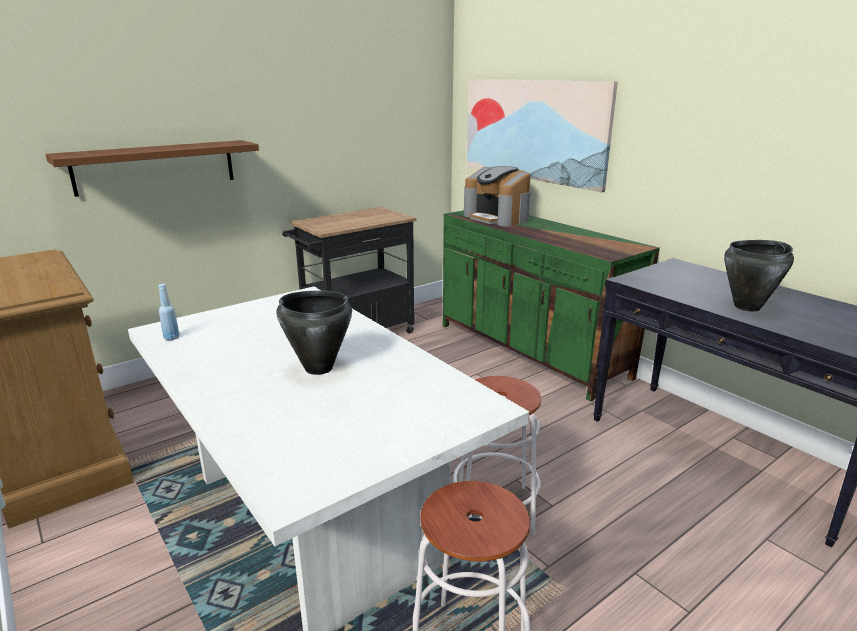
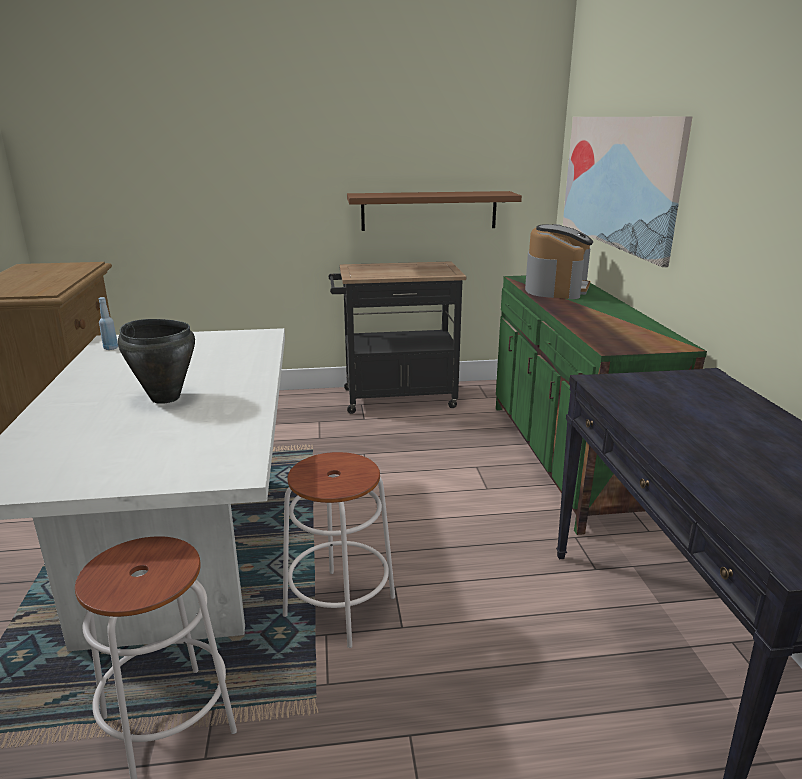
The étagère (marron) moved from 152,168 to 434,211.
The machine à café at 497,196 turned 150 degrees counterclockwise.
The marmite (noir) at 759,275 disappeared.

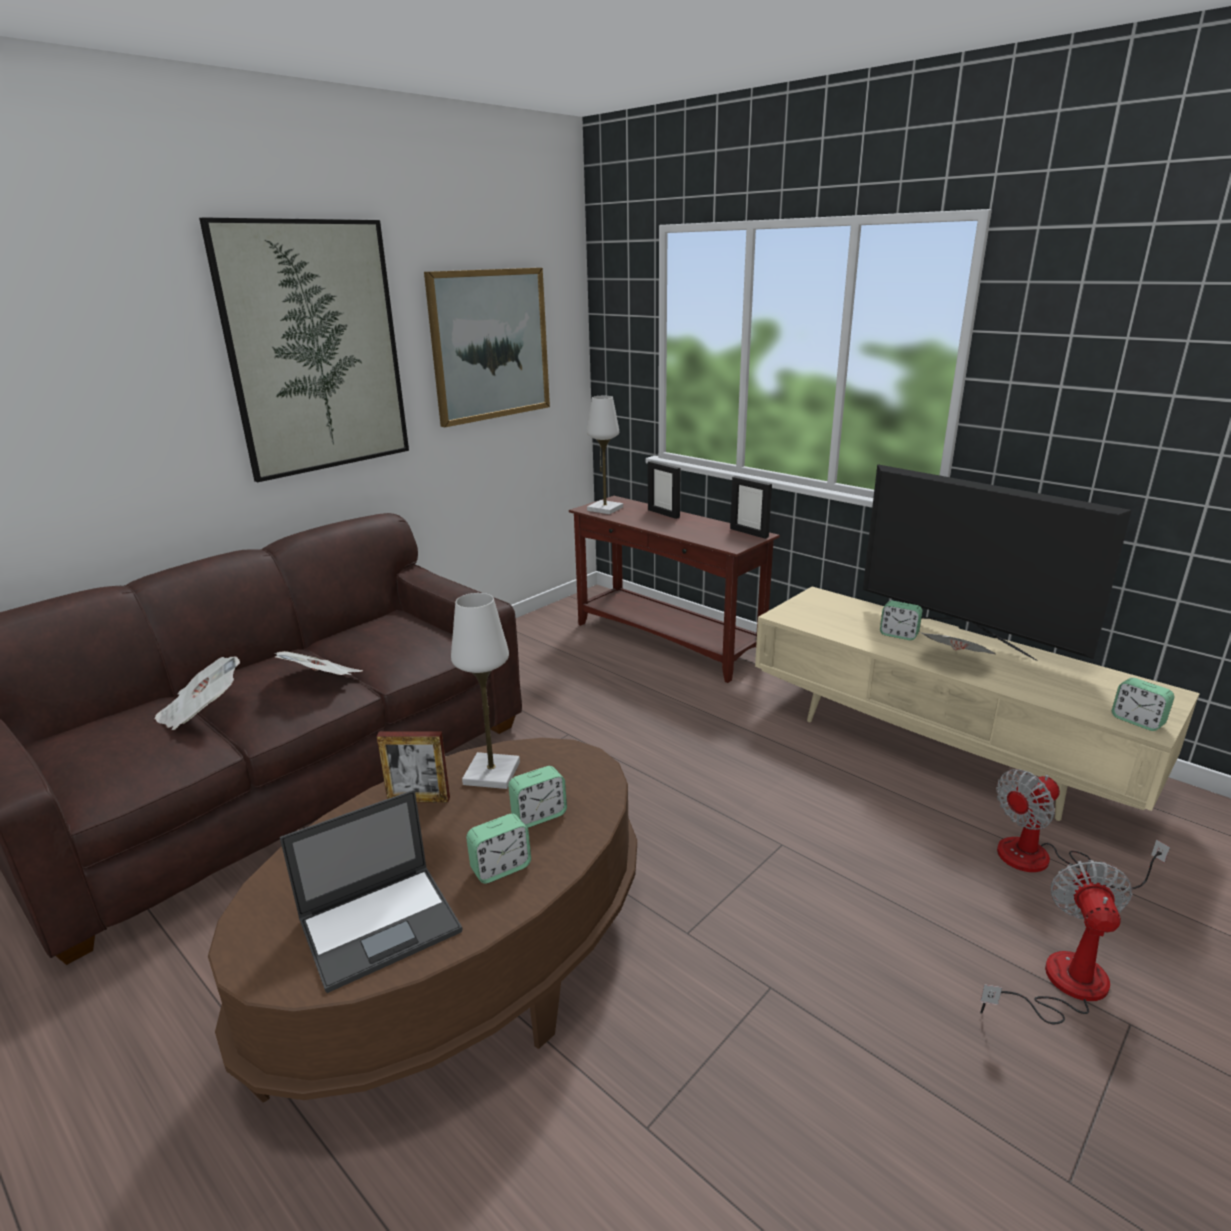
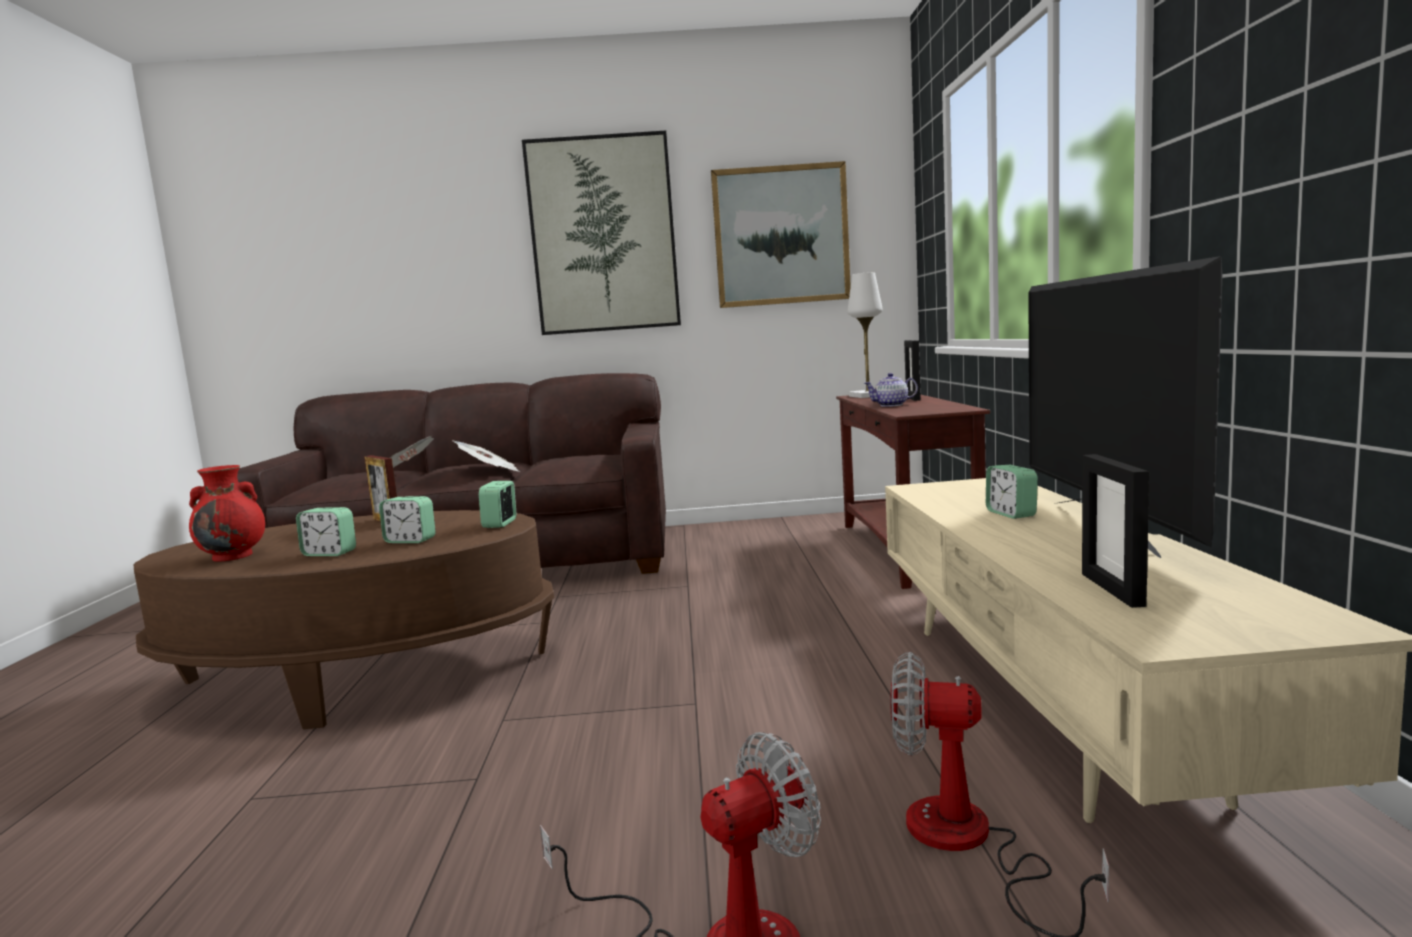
The ordinateur portable at 371,891 was replaced by the vase (rouge) at 227,513.
The lampe de table (blanc) at 485,691 disappeared.
The cadre photo moved from 751,507 to 1115,531.
The journal at 957,643 disappeared.
The réveil moved from 1143,704 to 497,504.
The théière at 891,390 appeared.

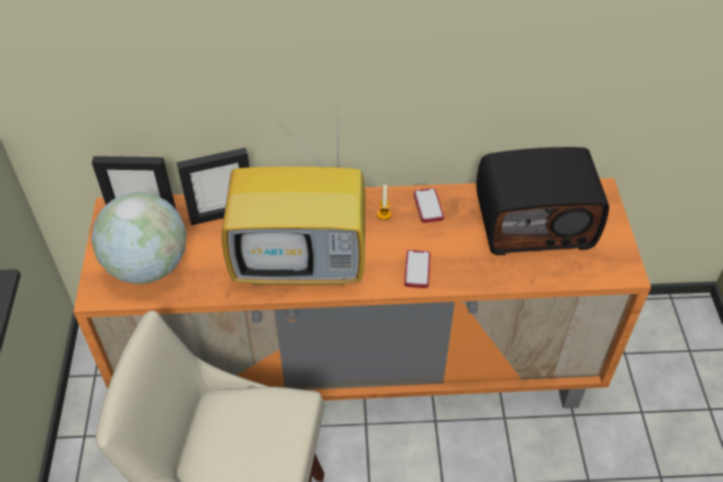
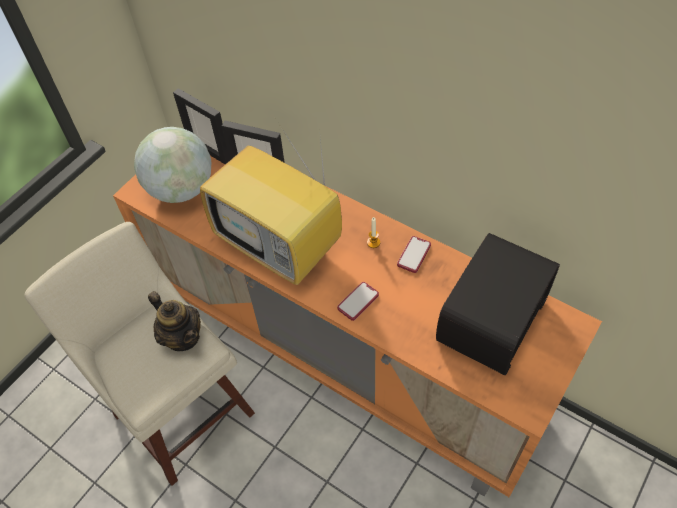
The radio at 542,201 turned 90 degrees counterclockwise.
The théière at 174,321 appeared.

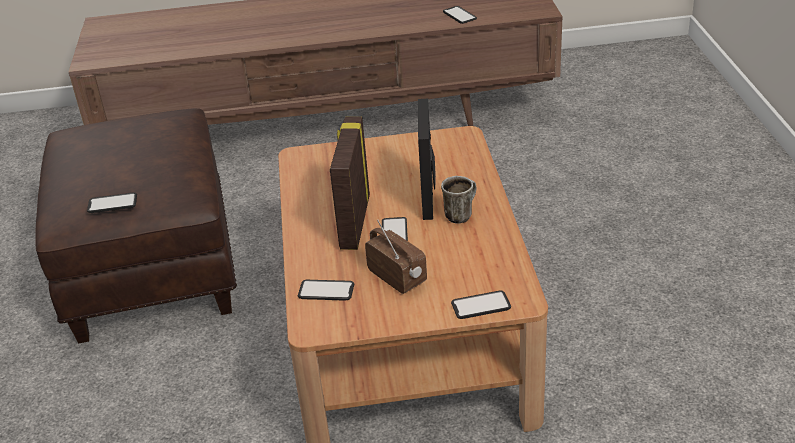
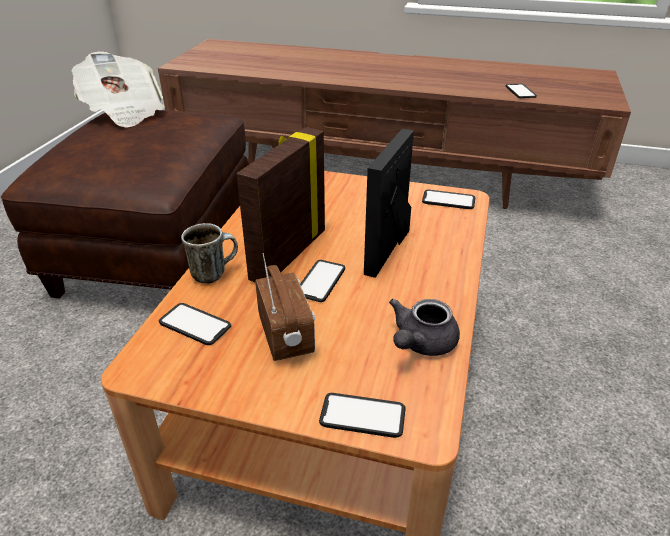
The téléphone moved from 112,202 to 448,199.
The mug moved from 458,199 to 209,253.
The journal at 118,90 appeared.
The théière (gris) at 424,327 appeared.

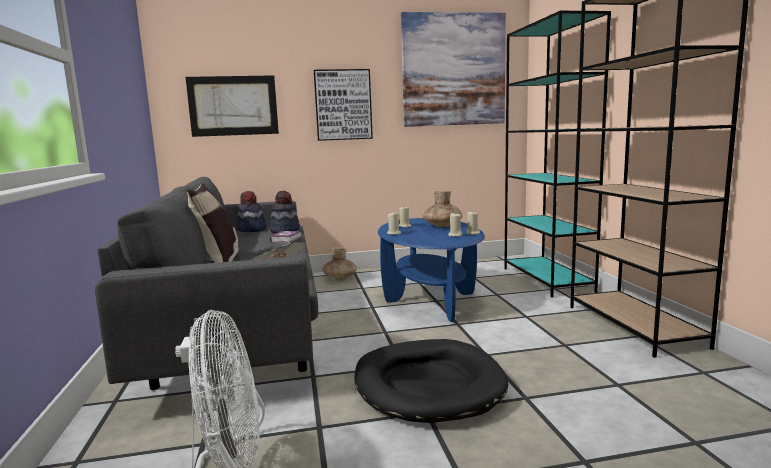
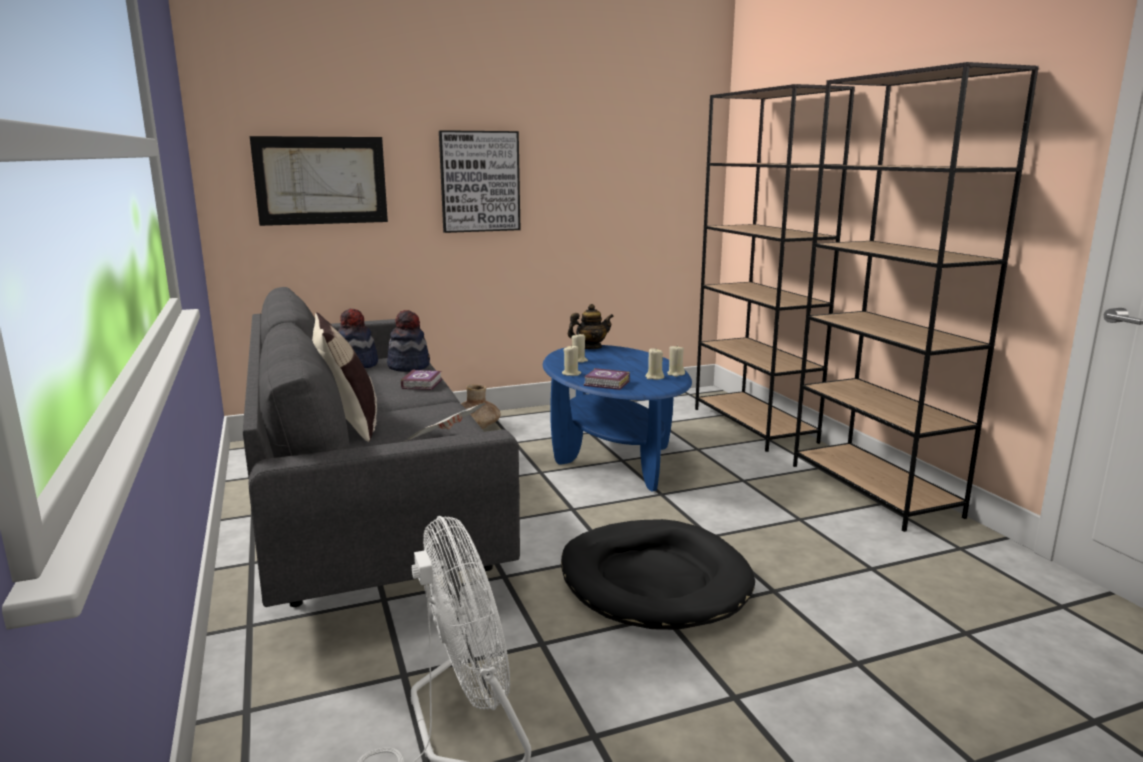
The tableau at 453,69 disappeared.
The vase (marron) at 443,209 disappeared.
The bibliothèque (turquoise) at 557,154 became the bibliothèque (beige) at 775,268.
The théière at 591,326 appeared.
The livre at 606,379 appeared.

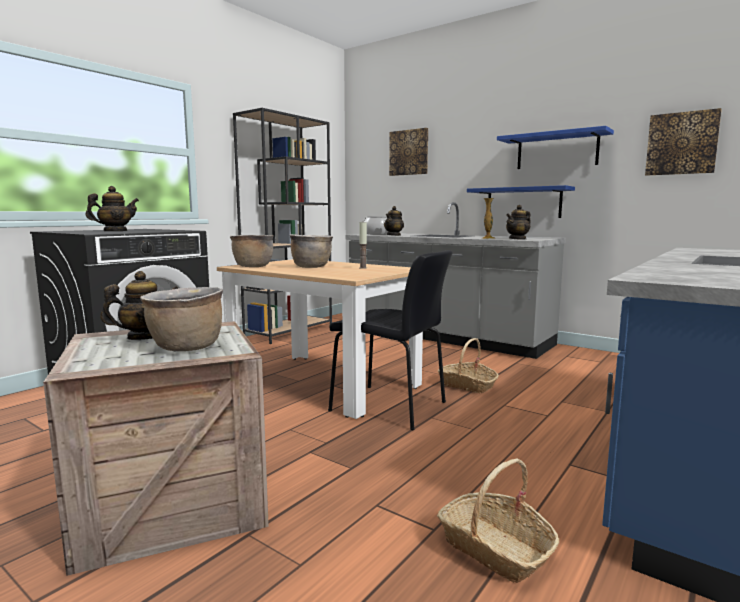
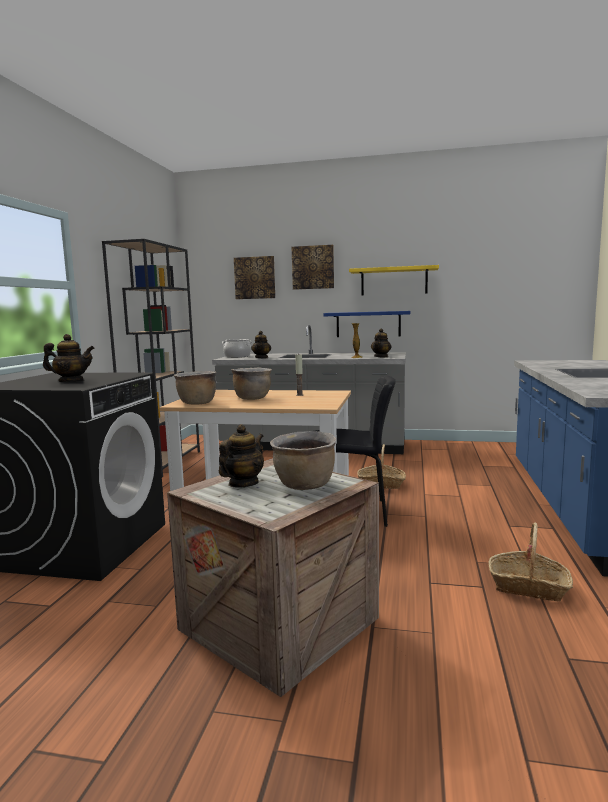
The théière at 112,208 turned 60 degrees clockwise.
The étagère (bleu) at 555,147 became the étagère (jaune) at 394,280.
The tableau moved from 683,142 to 313,267.

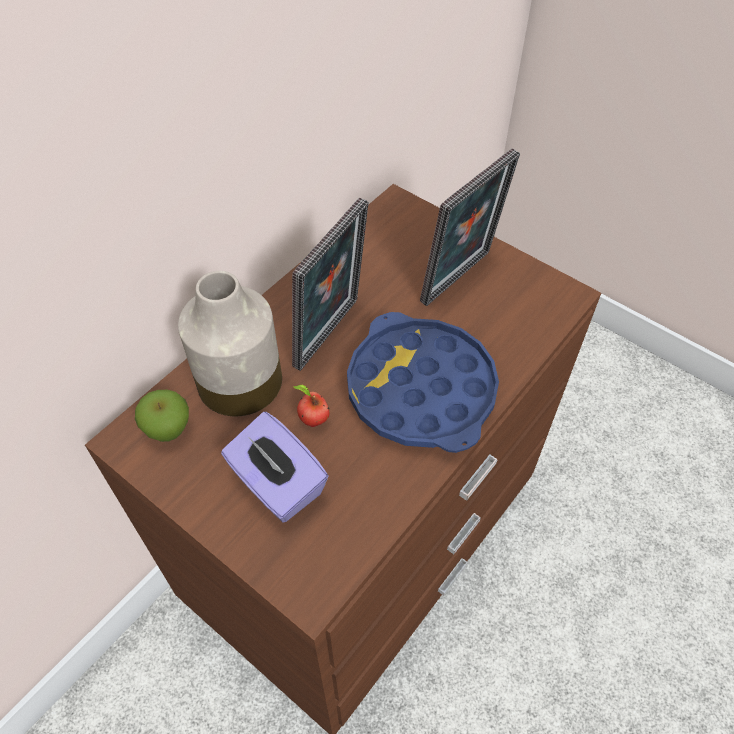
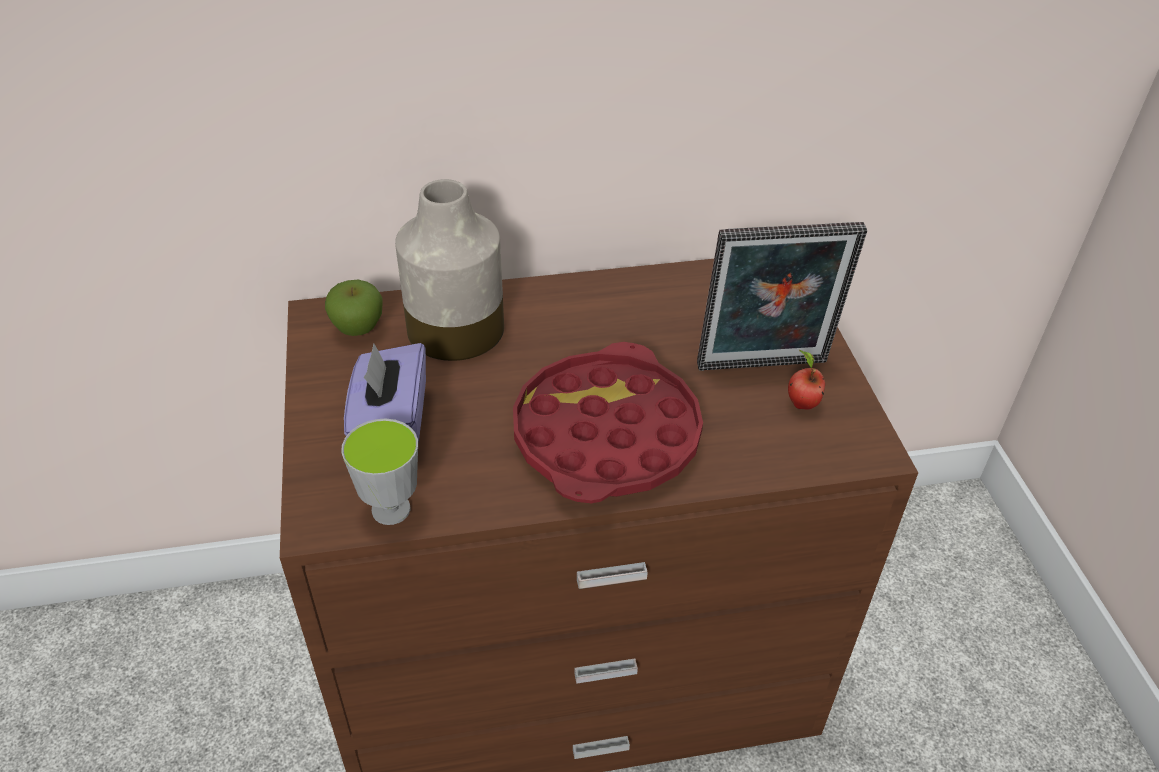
The cadre photo at 330,284 disappeared.
The pomme moved from 311,406 to 806,379.
The plateau (bleu) at 423,382 became the plateau (rouge) at 608,422.
The tasse at 379,472 appeared.

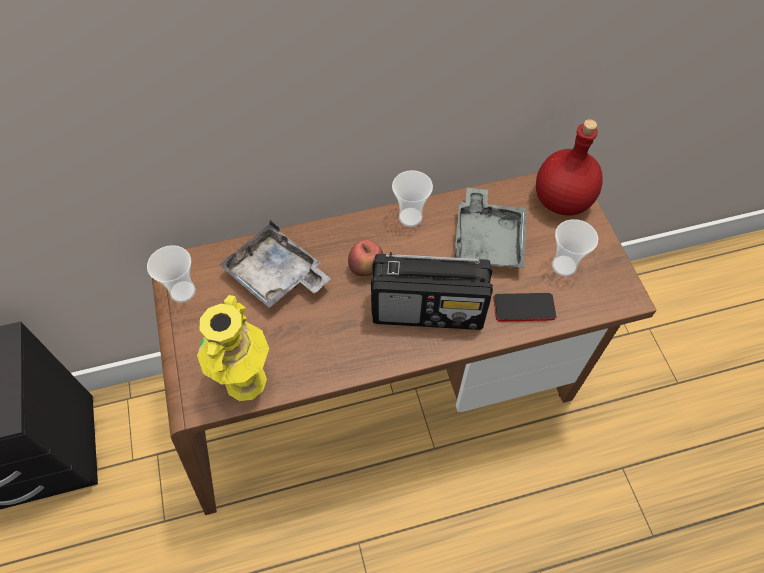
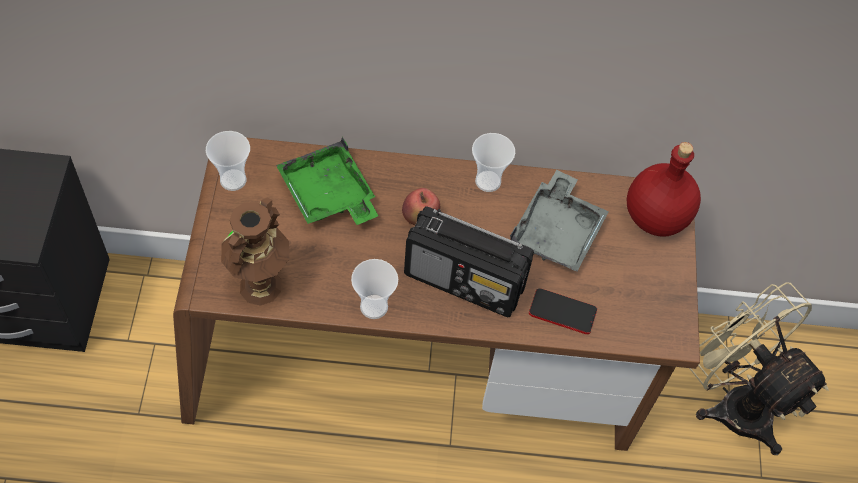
The vase (jaune) at 233,348 became the vase (marron) at 255,251.
The plateau (gris) at 275,264 became the plateau (vert) at 327,181.
The tasse moved from 575,247 to 374,289.
The ventilateur (beige) at 759,368 appeared.

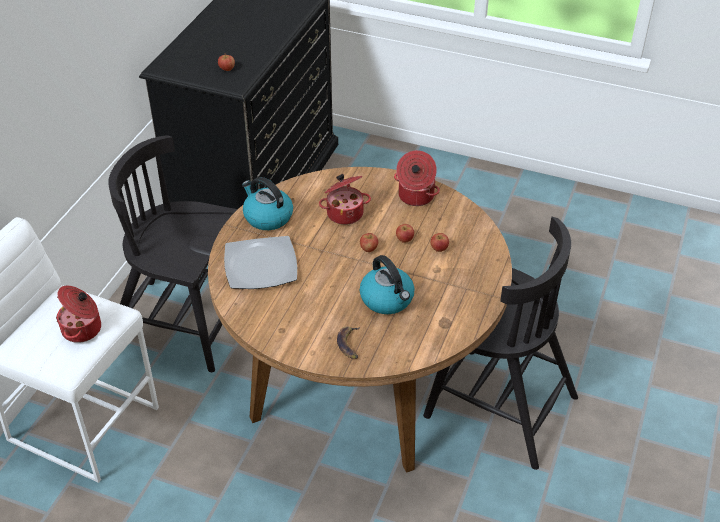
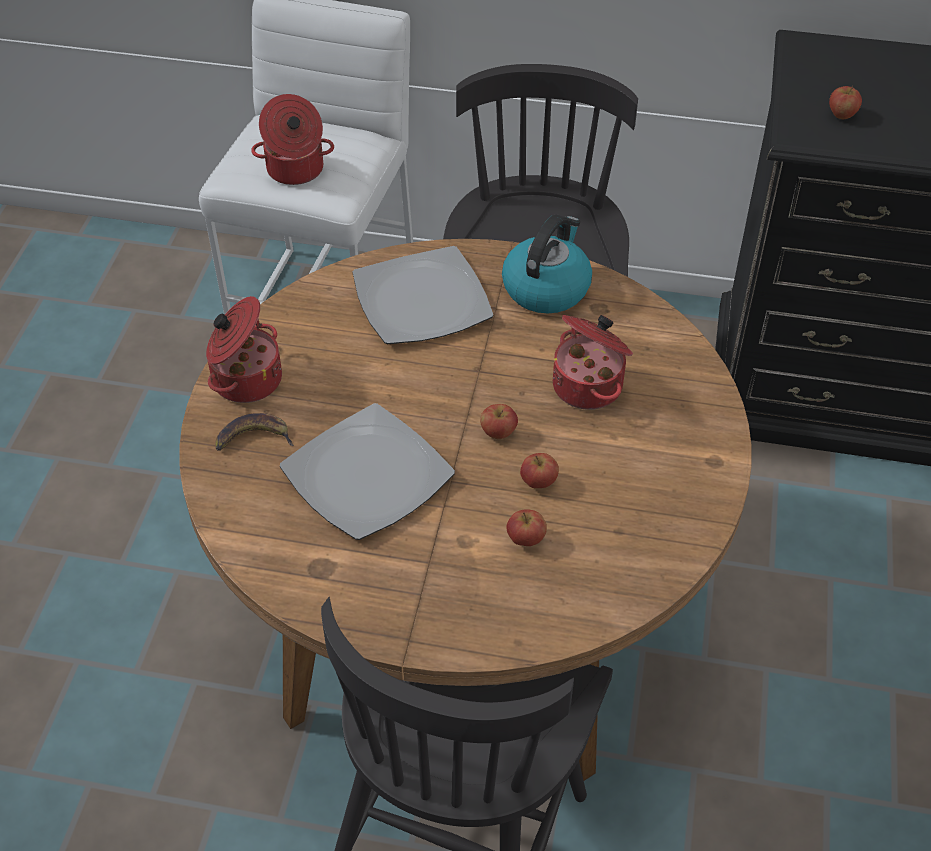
The bouilloire at 387,284 was replaced by the assiette at 367,471.
The marmite moved from 417,178 to 244,349.

